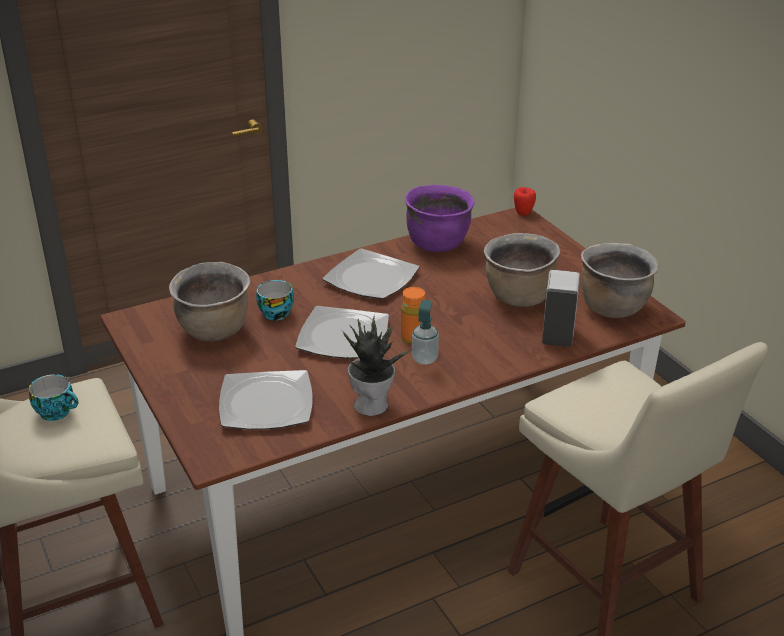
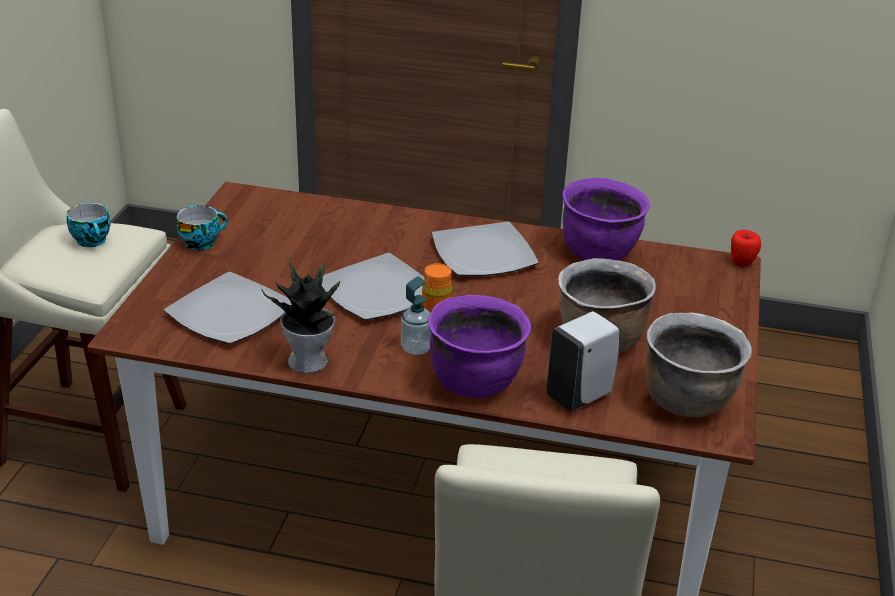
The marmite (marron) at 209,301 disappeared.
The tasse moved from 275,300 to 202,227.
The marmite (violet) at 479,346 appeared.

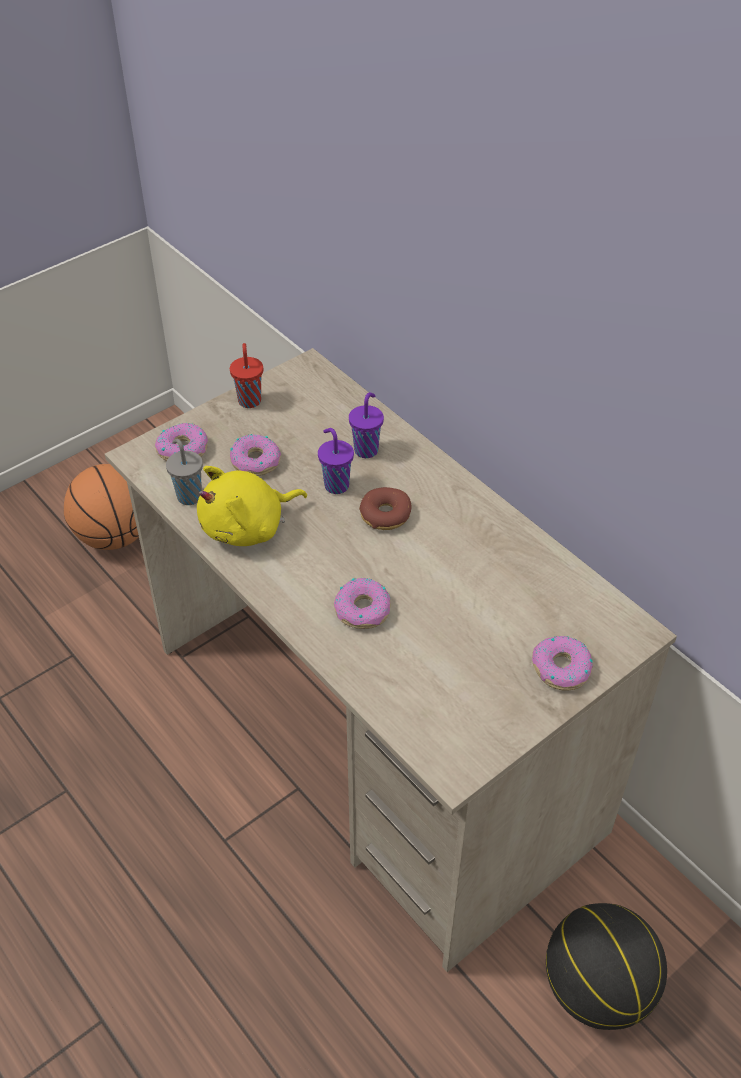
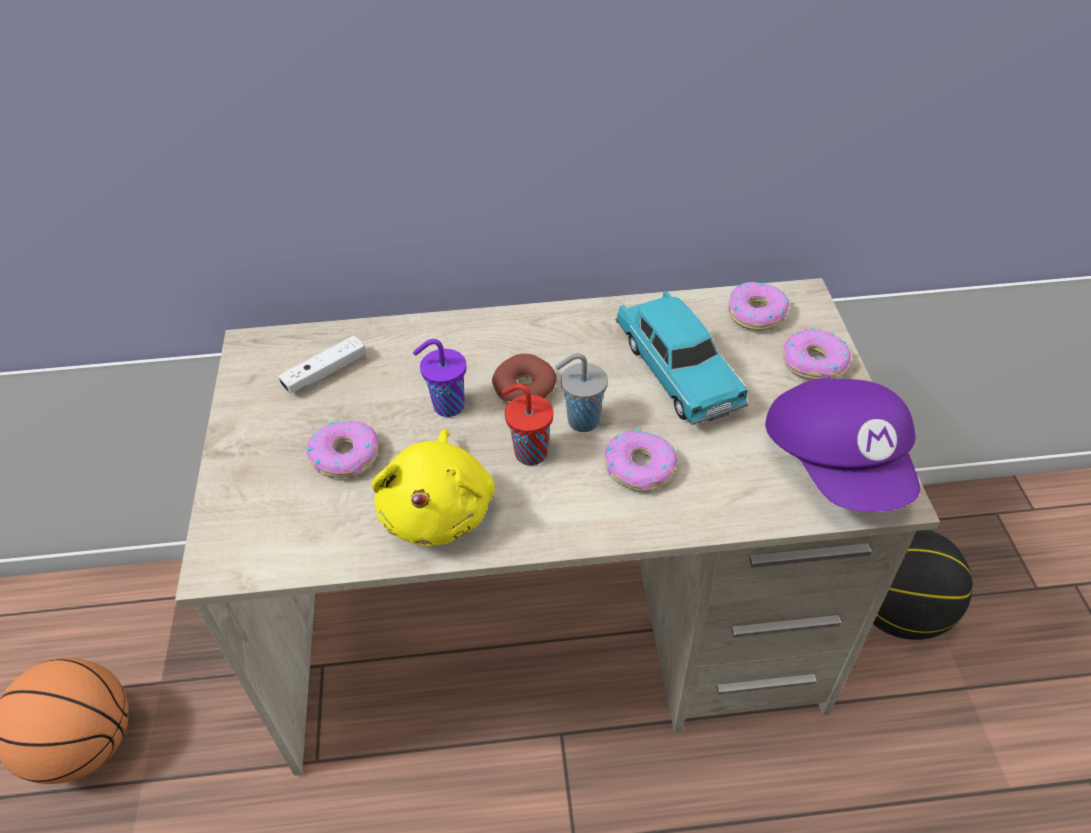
The beignet moved from 181,442 to 759,306.
The tasse (gris) moved from 184,472 to 581,392.
The tasse (rouge) moved from 246,375 to 527,425.
The tasse (violet) at 366,425 disappeared.
The manette (blanc) at 322,365 appeared.
The petite voiture (turquoise) at 681,358 appeared.
The casquette (violet) at 842,445 appeared.

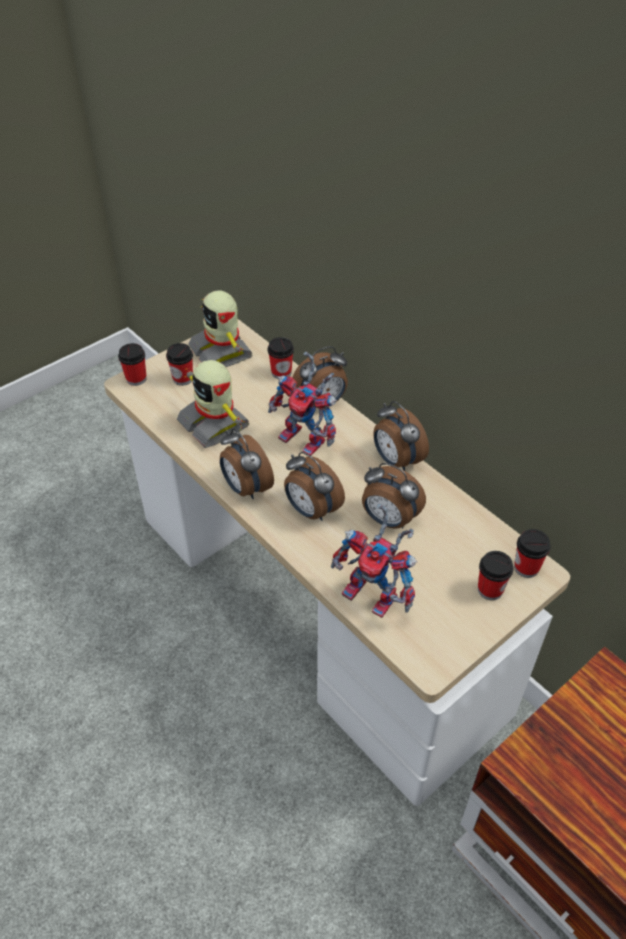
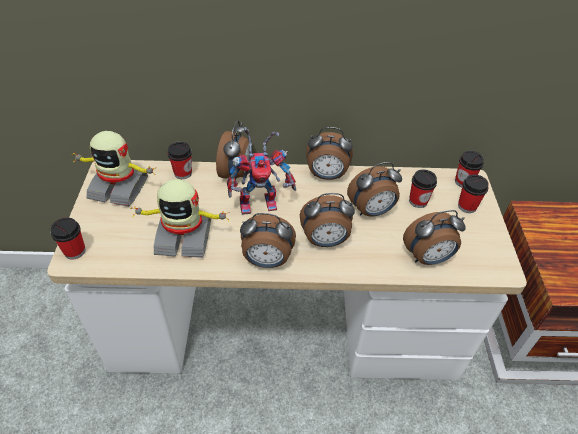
The tasse moved from 179,364 to 423,189.
The robot jouet at 374,561 was replaced by the réveil at 434,237.

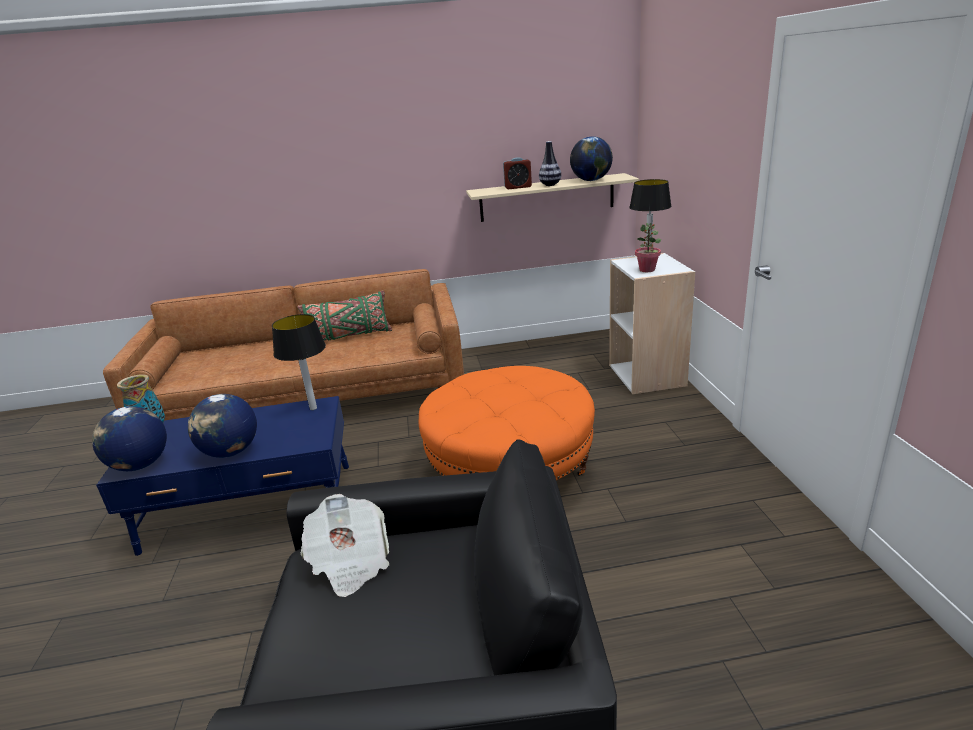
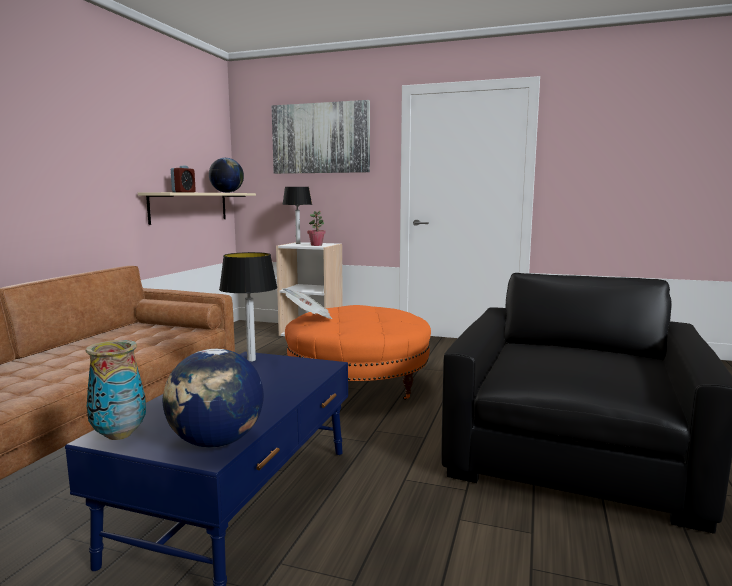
The globe at 222,426 disappeared.
The coussin (vert) at 345,316 disappeared.
The journal moved from 344,545 to 307,303.
The vase at 550,163 disappeared.
The tableau at 321,137 appeared.

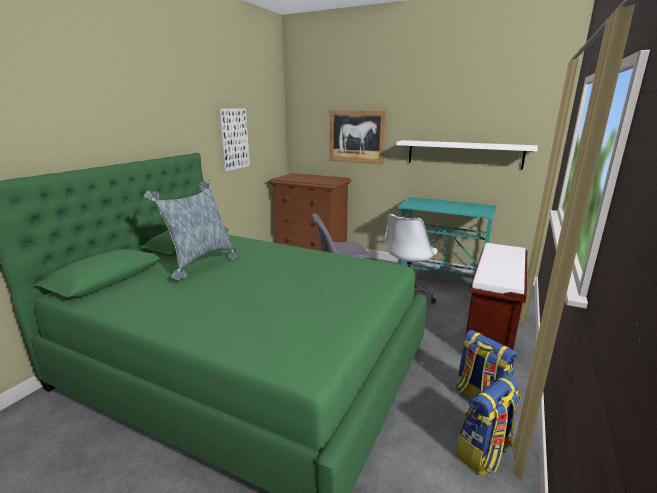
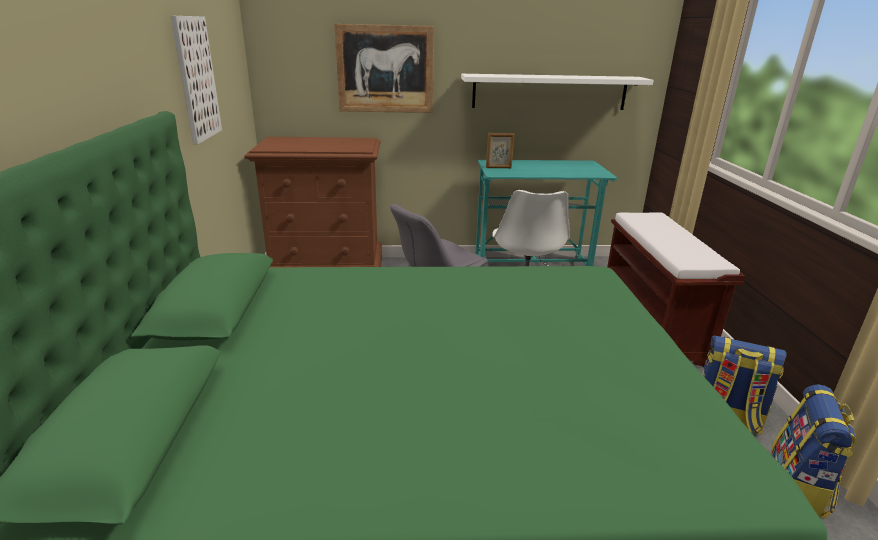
The coussin at 191,230 disappeared.
The cadre photo at 500,150 appeared.

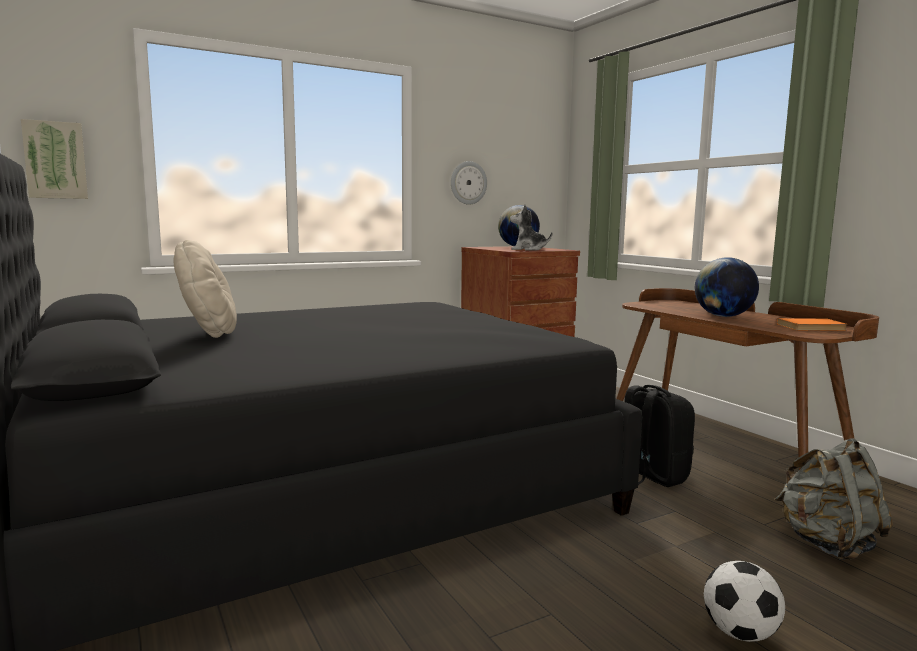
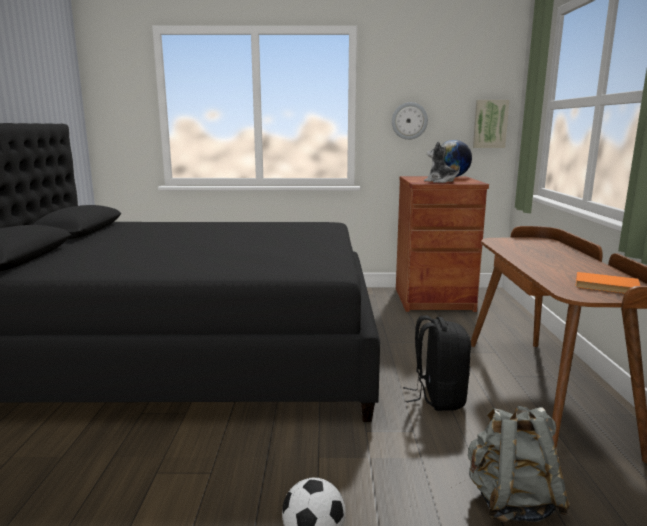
The tableau moved from 54,159 to 491,124.
The coussin (beige) at 205,289 disappeared.
The globe at 727,287 disappeared.

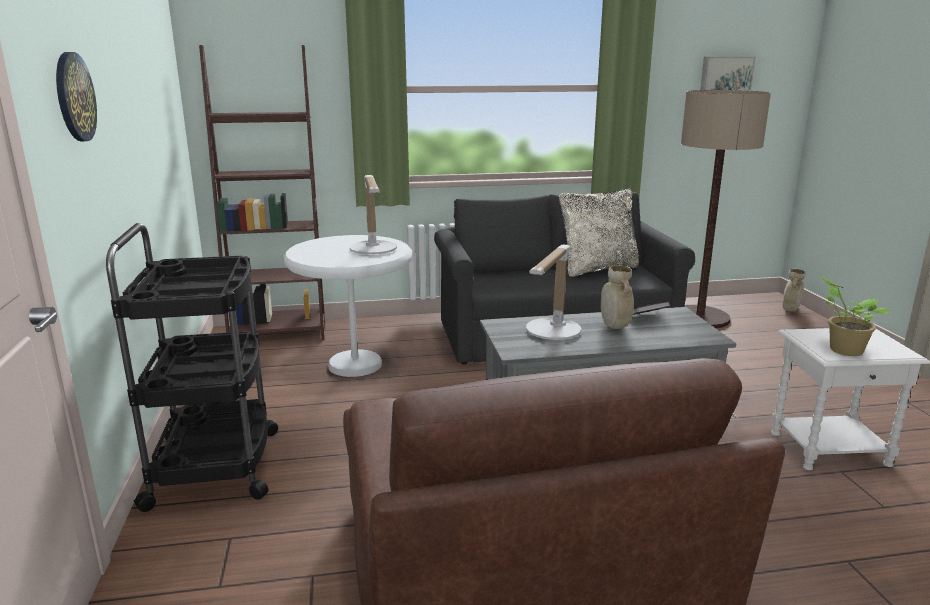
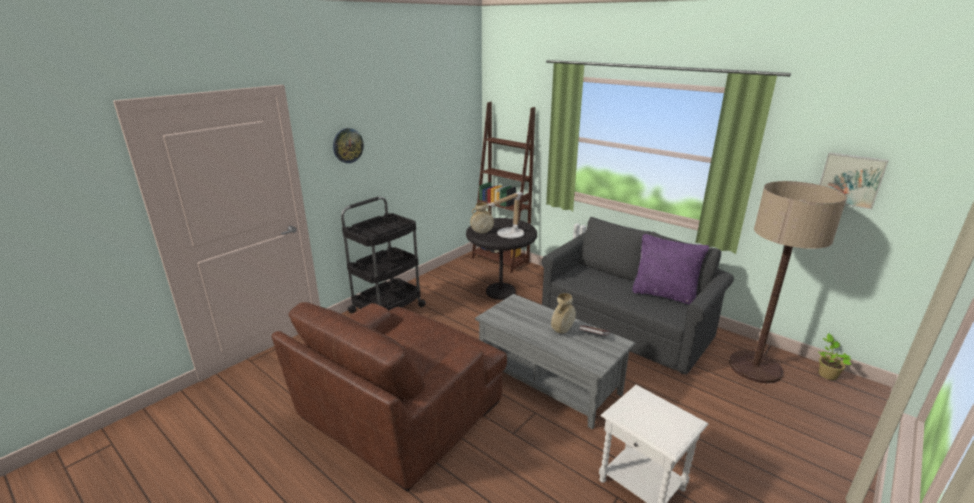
The table d'appoint (blanc) at 348,306 became the table d'appoint (noir) at 501,259.
The lampe de table at 553,292 disappeared.
The coussin (beige) at 599,232 became the coussin (violet) at 670,269.
The vase (beige) moved from 794,290 to 482,218.
The plante en pot moved from 856,316 to 835,356.

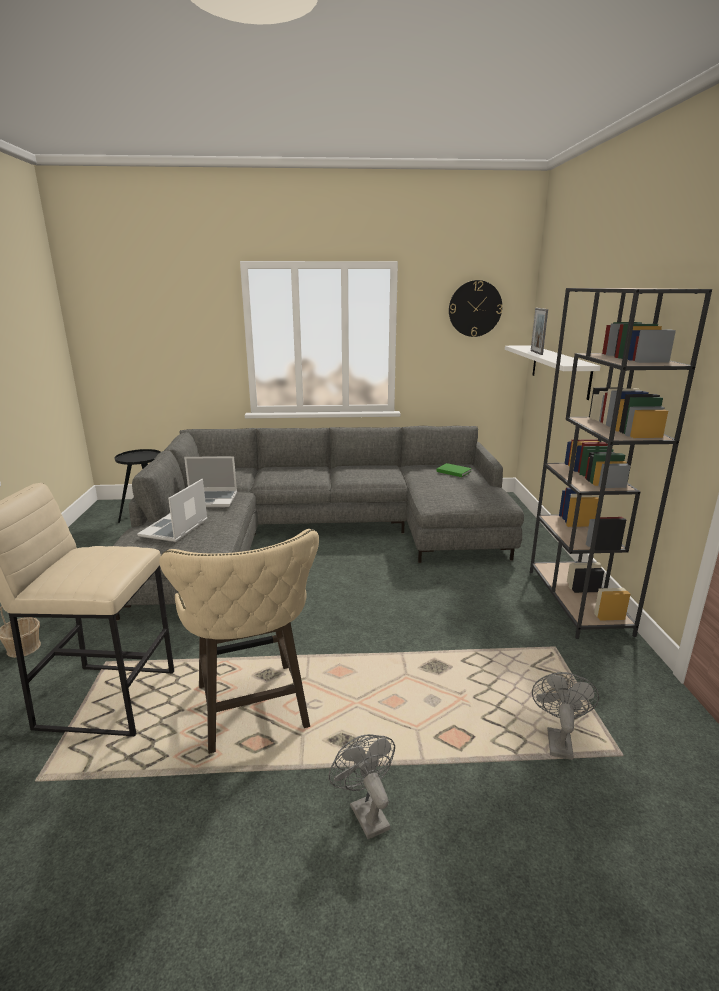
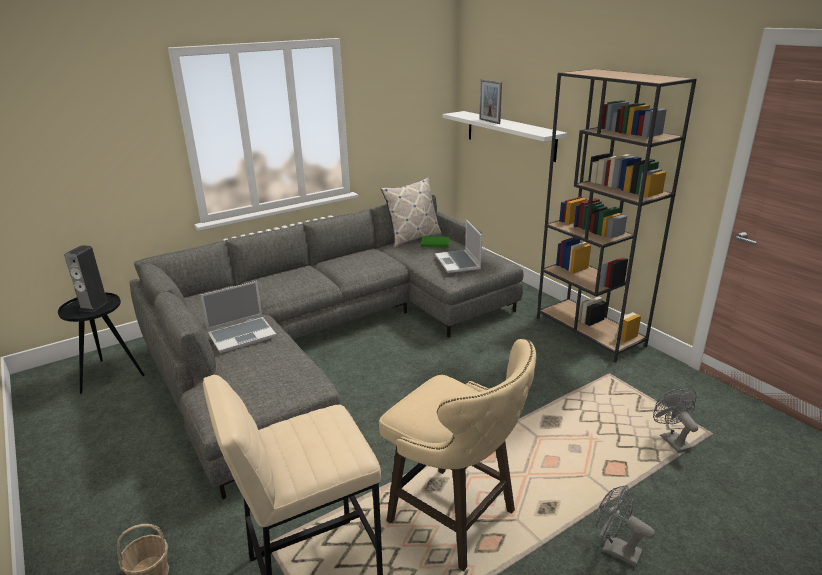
The ordinateur portable moved from 172,510 to 458,246.
The horloge murale at 475,308 disappeared.
The enceinte at 86,278 appeared.
The coussin at 411,212 appeared.

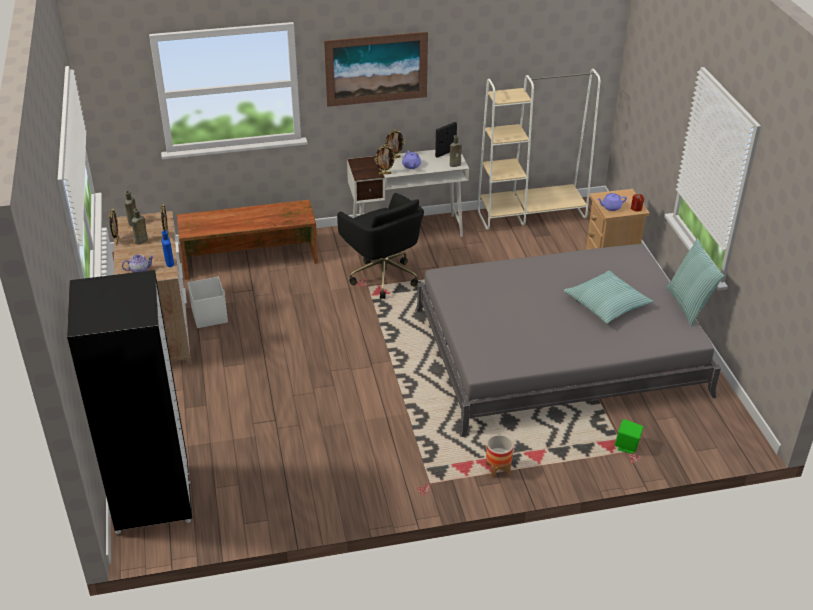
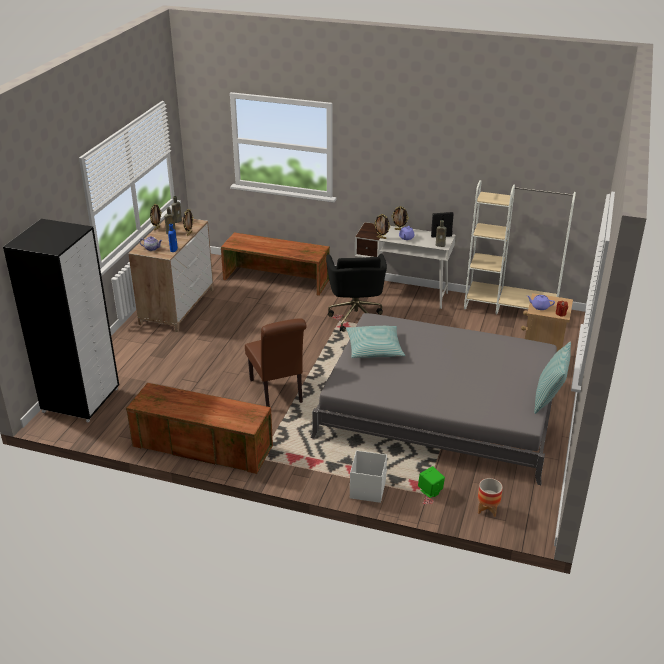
The boîte de rangement (blanc) moved from 208,302 to 368,476.
The tableau at 376,69 disappeared.
The cache-pot moved from 499,456 to 490,497.
The coussin moved from 608,297 to 375,342.
The banc (marron) at 199,428 appeared.
The chaise (marron) at 275,363 appeared.

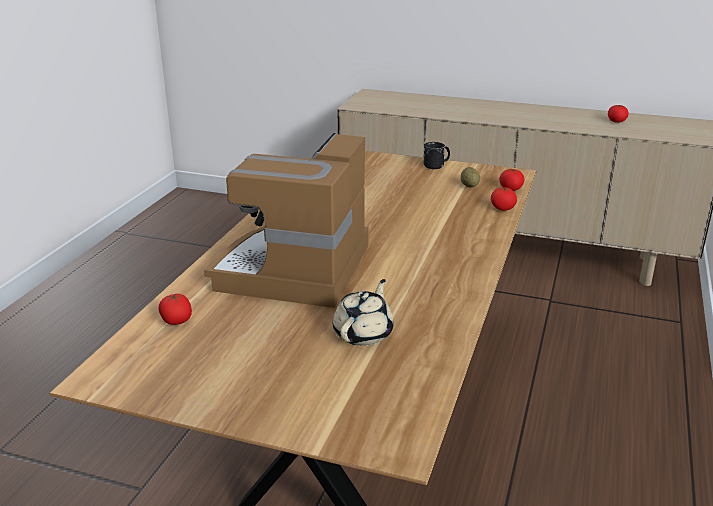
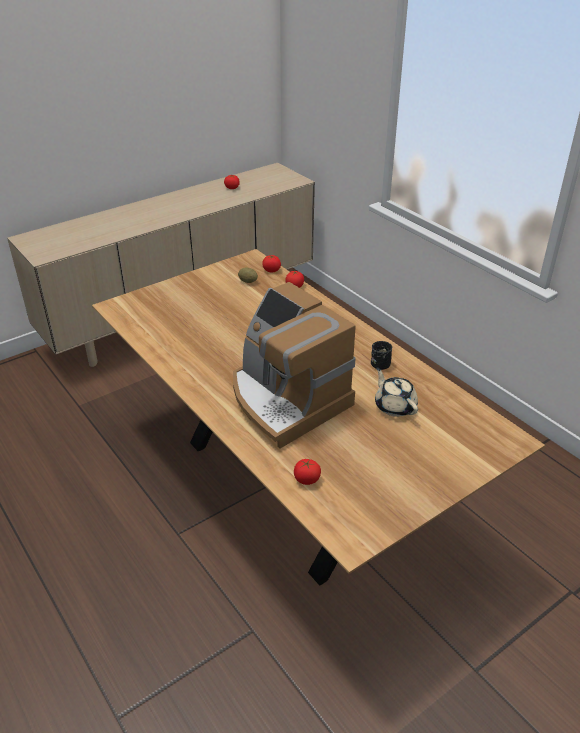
The mug (noir) moved from 437,155 to 381,355.

